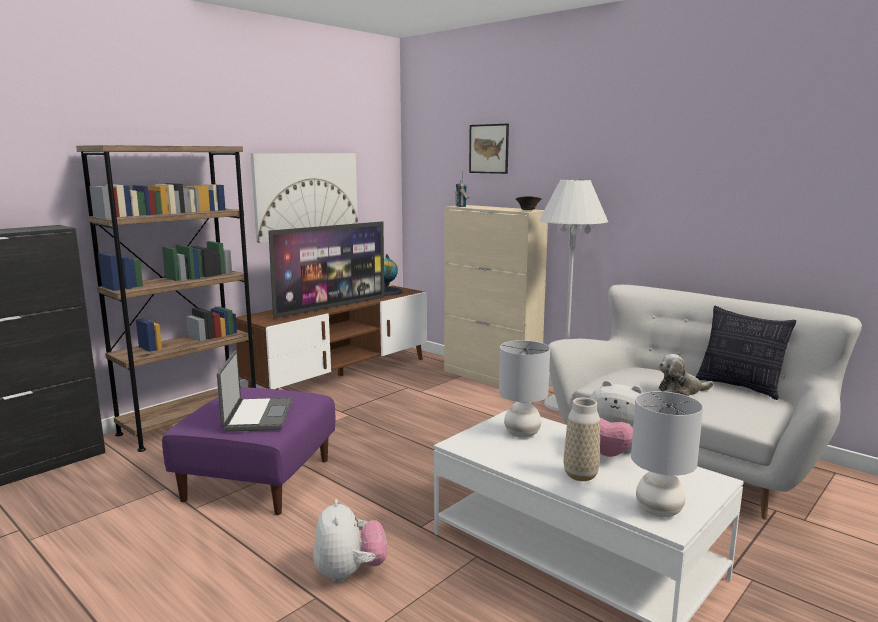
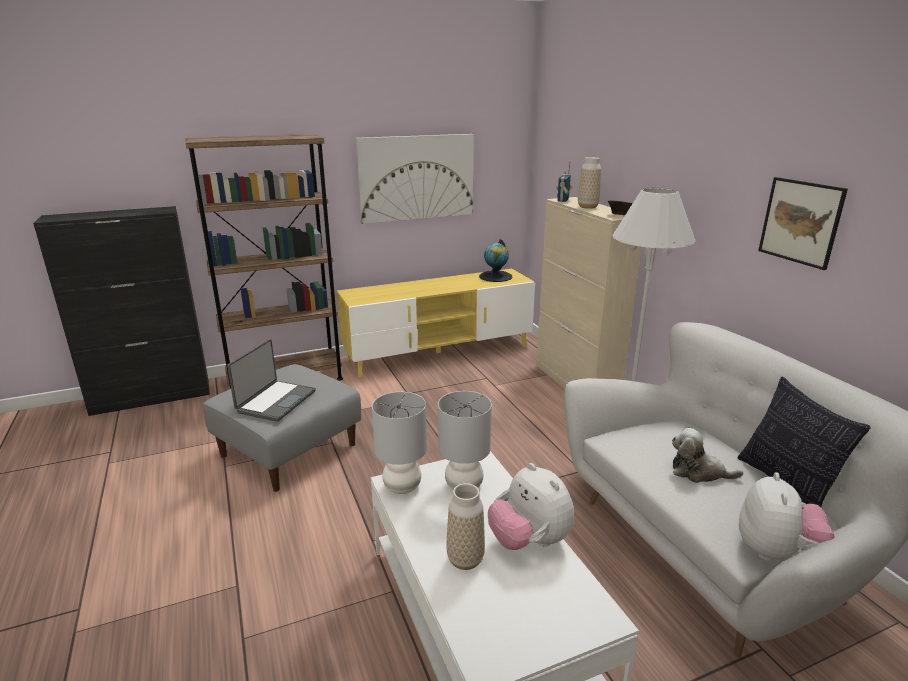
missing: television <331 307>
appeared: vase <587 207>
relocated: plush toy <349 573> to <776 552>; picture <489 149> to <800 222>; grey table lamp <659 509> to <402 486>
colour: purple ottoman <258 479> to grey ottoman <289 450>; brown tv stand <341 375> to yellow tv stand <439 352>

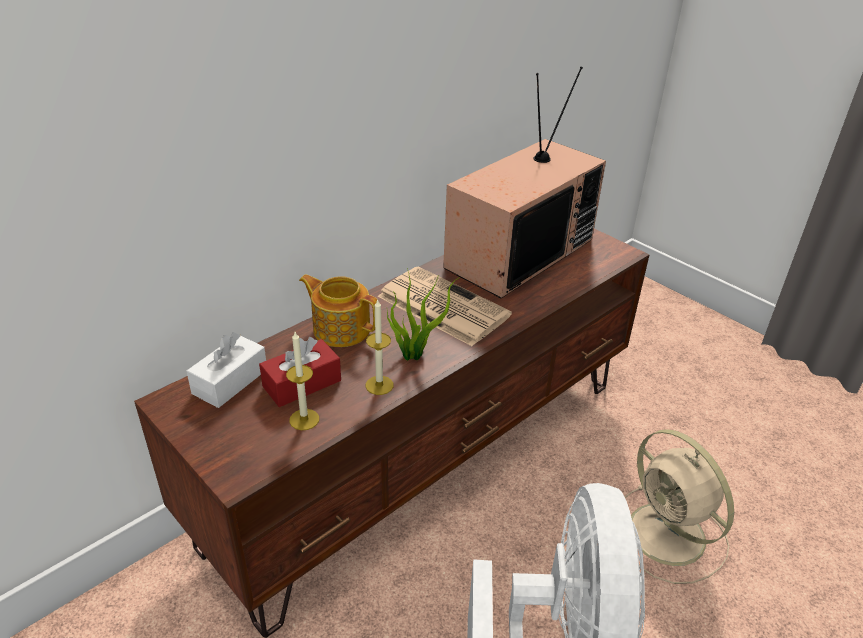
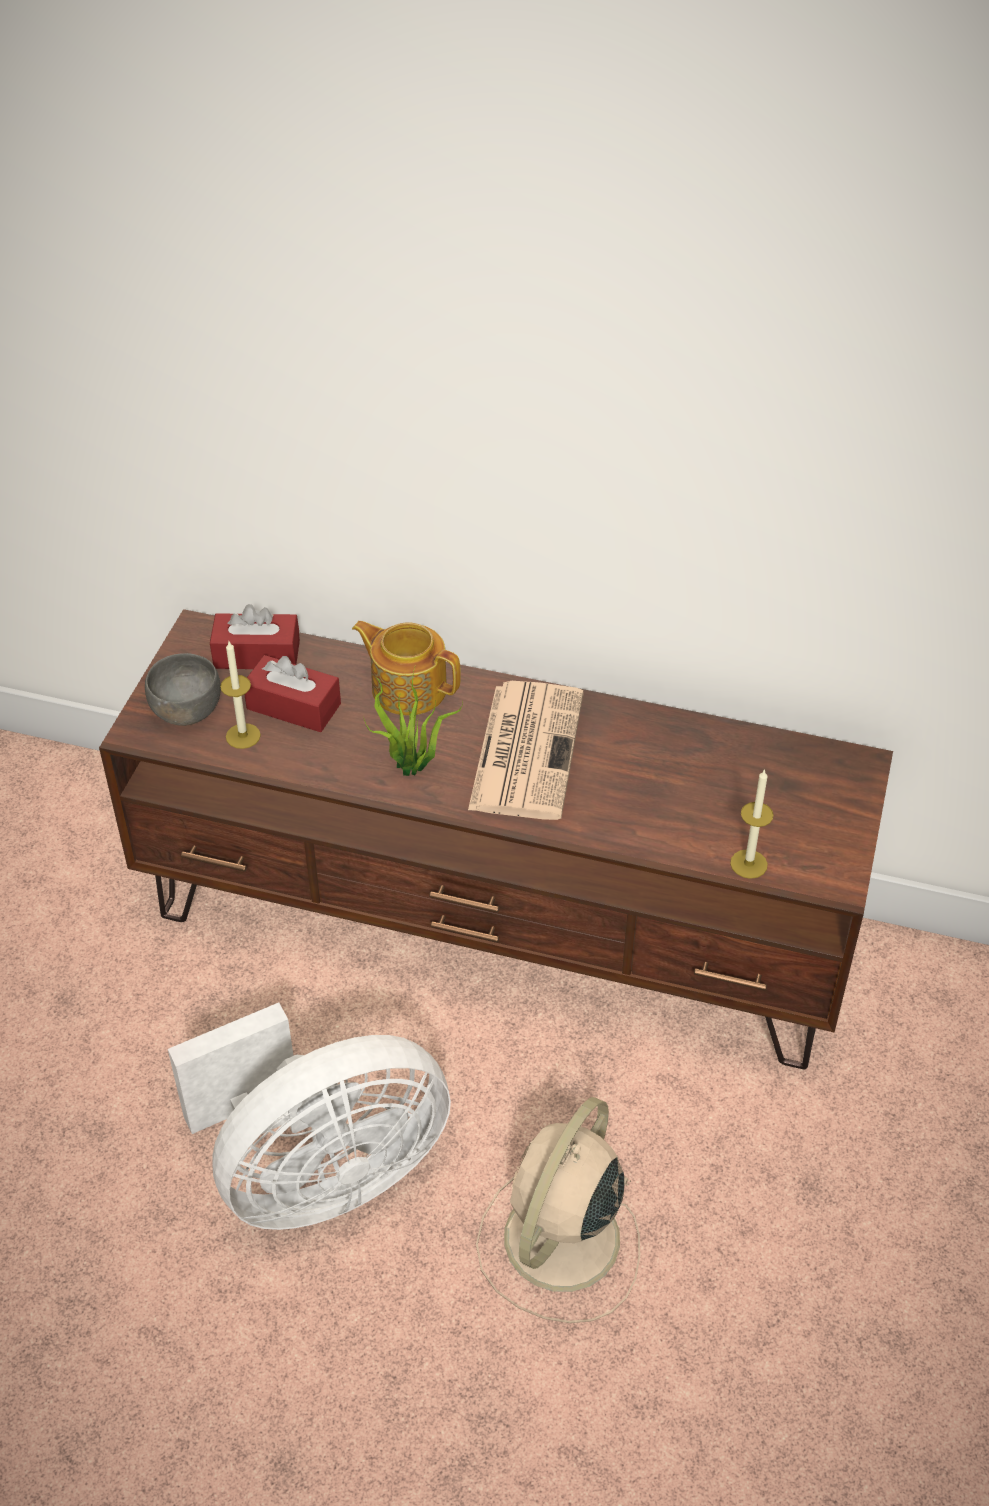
missing: television <518 252>
appeared: grey bowl <186 710>
relocated: candle <379 385> to <748 864>
colour: white tissue box <230 381> to red tissue box <257 654>
spun: teapot <341 328> = <408 688> 60 degrees counterclockwise

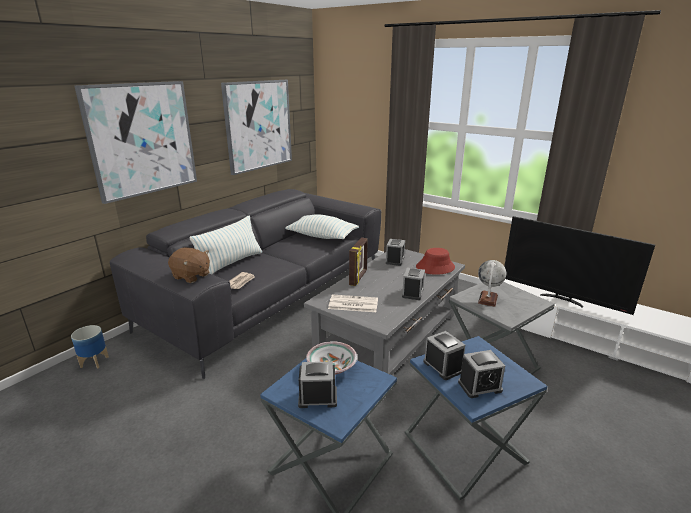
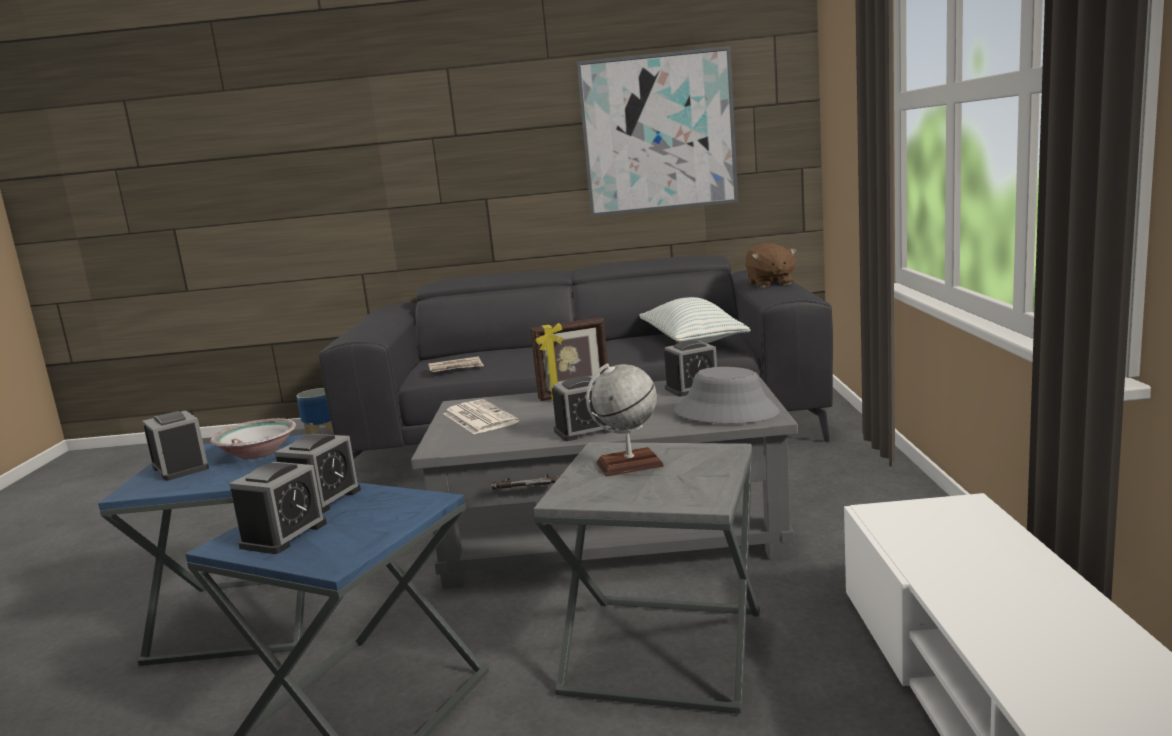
missing: picture <142 139>; pillow <231 263>; television <562 299>
relocated: brown plush toy <191 276> to <770 283>
colour: red hat <435 267> to grey hat <726 412>
spun: alarm clock <479 386> = <284 535> 105 degrees counterclockwise

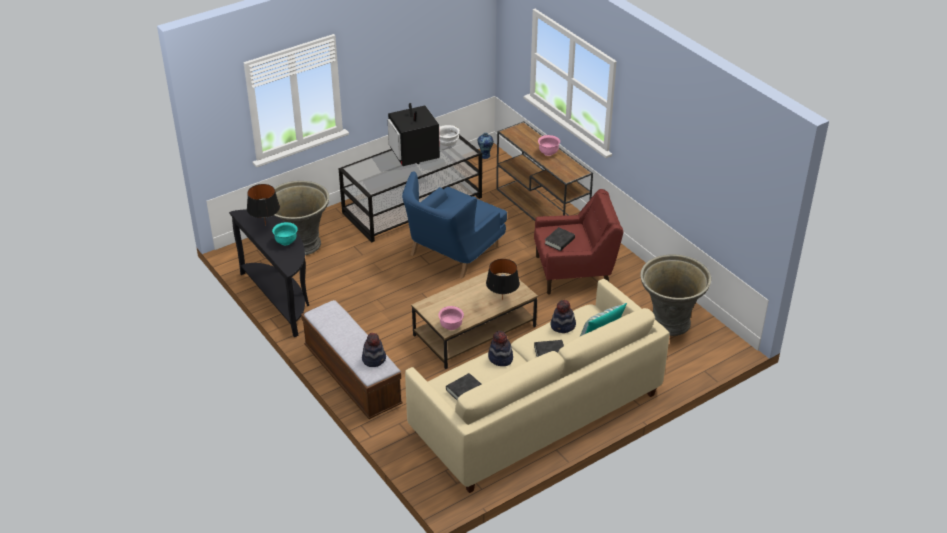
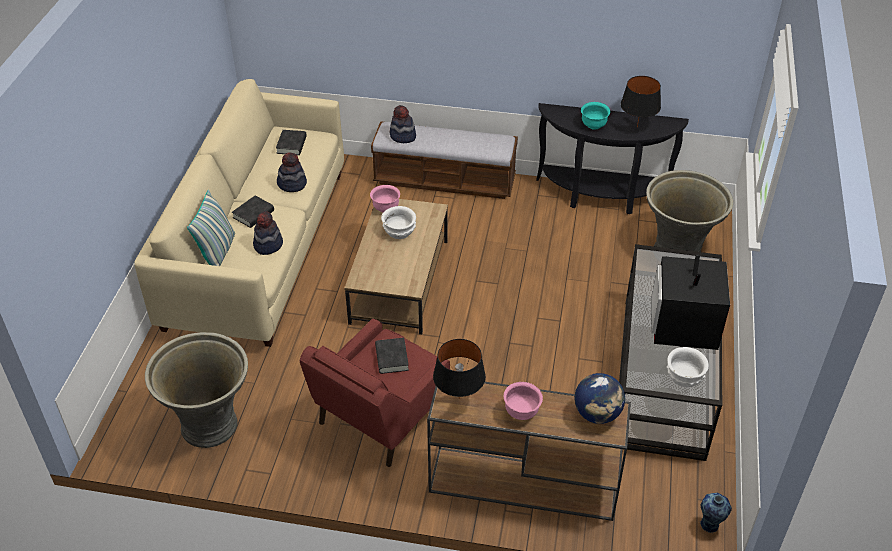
missing: blue armchair <452 251>
appeared: white bowl <400 231>; globe <597 414>
relocated: black table lamp <502 300> to <459 398>
spun: television <414 155> = <684 329> 105 degrees counterclockwise

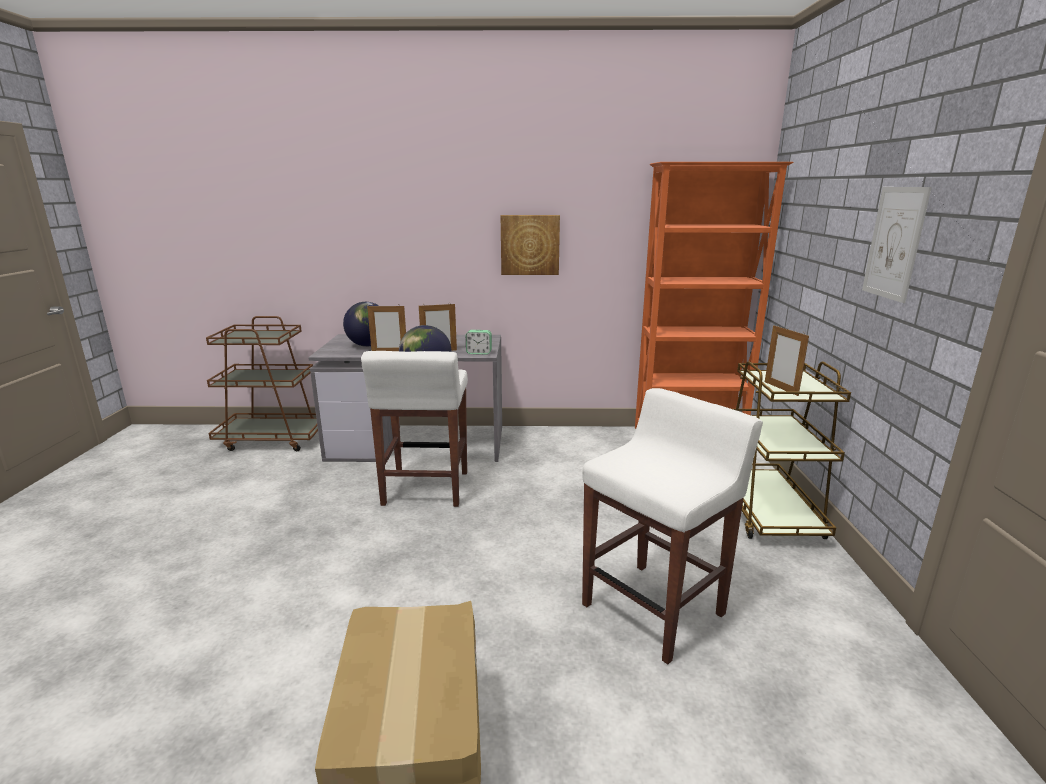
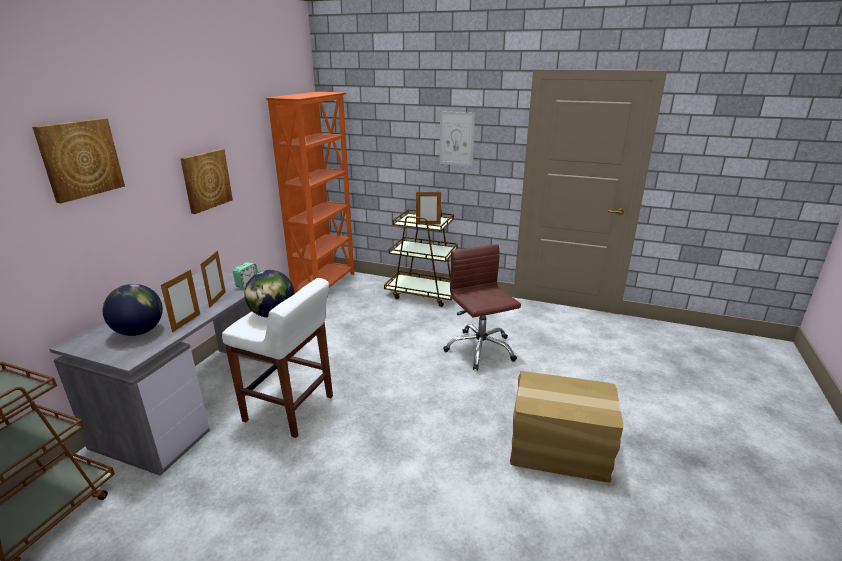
appeared: picture <80 159>
exchanged: white stool <654 609> to brown office chair <480 349>

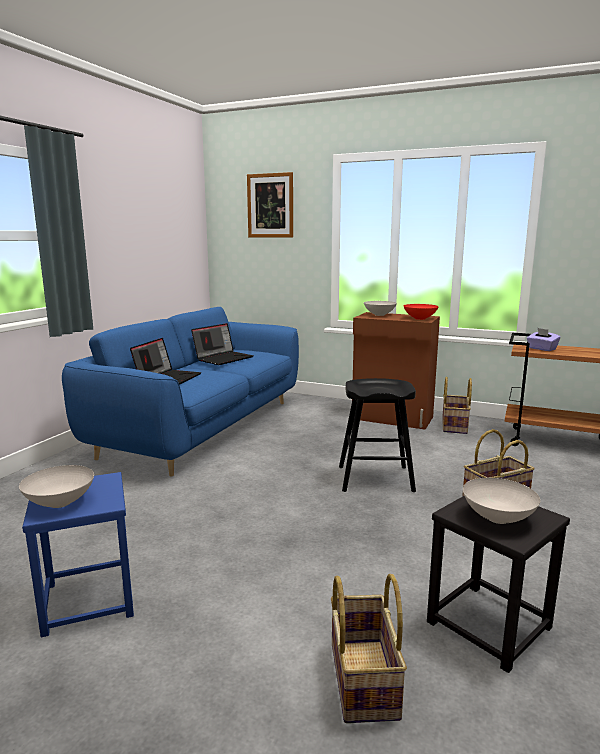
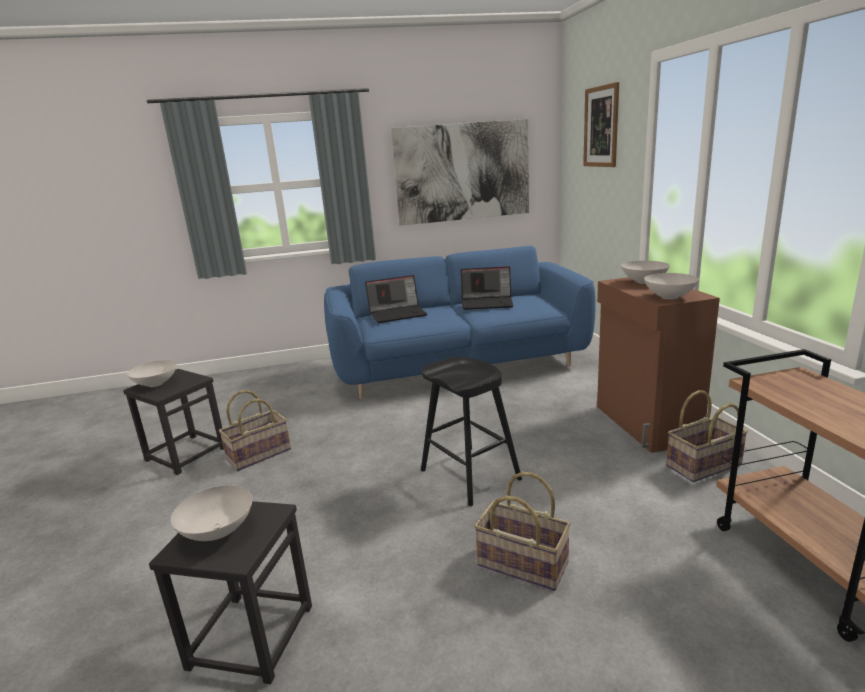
missing: purple tissue box <541 349>
appeared: picture <462 172>
relocated: basket <361 679> to <259 454>
colour: blue stool <87 599> to black stool <186 454>; red bowl <419 318> to white bowl <669 297>

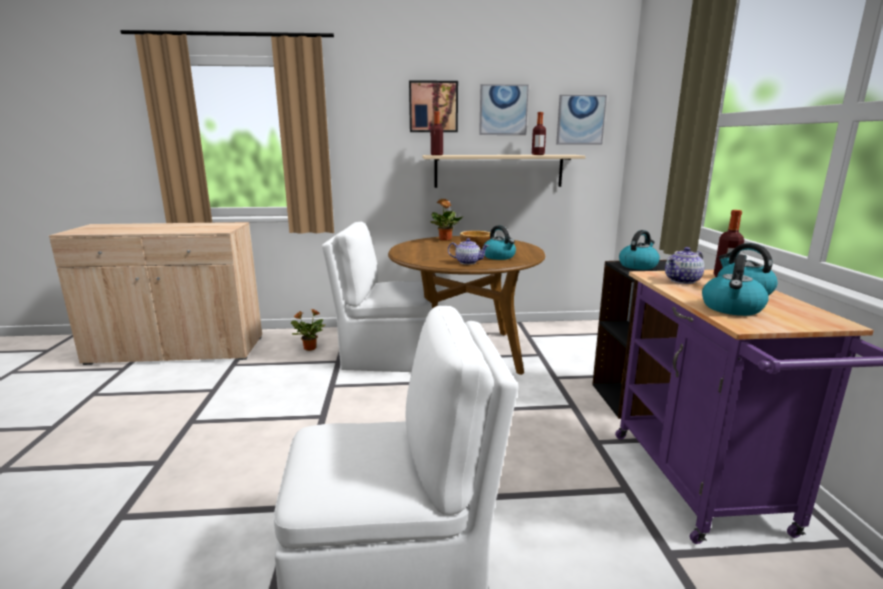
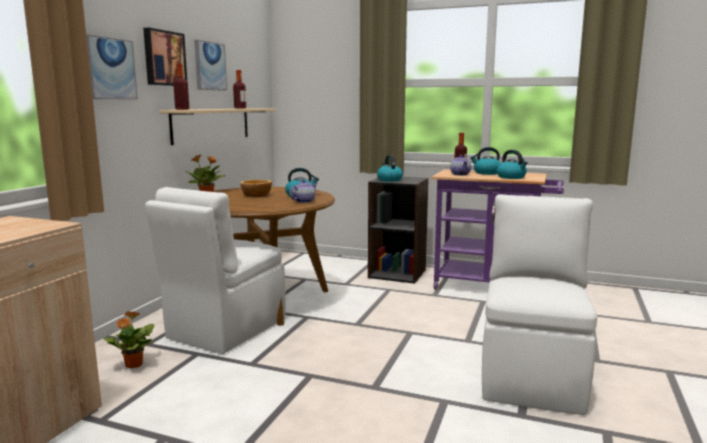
relocated: picture <580 120> to <110 69>

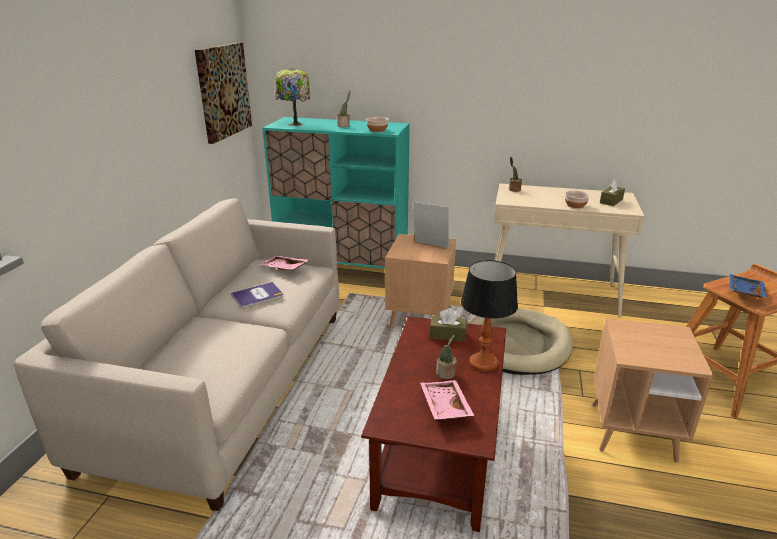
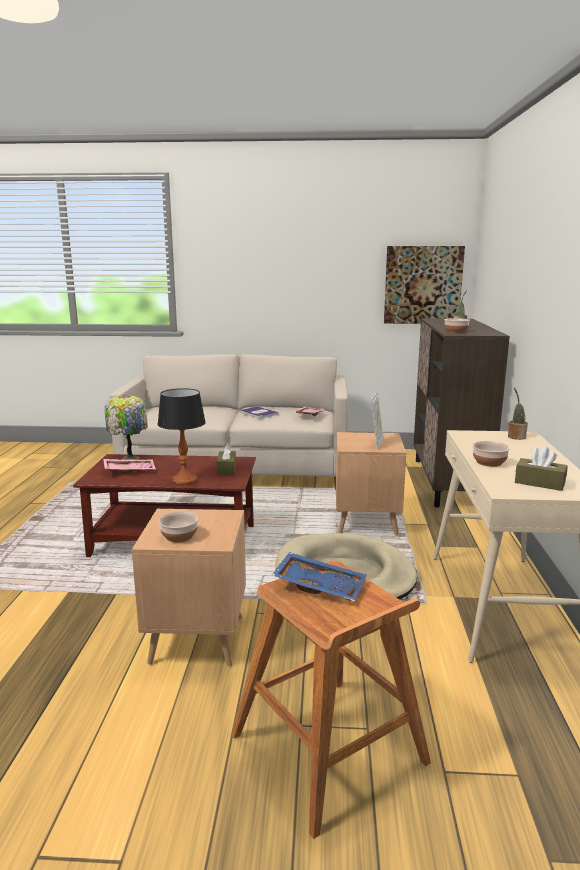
missing: potted plant <446 374>
appeared: bowl <179 536>
relocated: table lamp <294 124> to <129 458>
colour: turquoise cabinet <343 267> to brown cabinet <448 482>

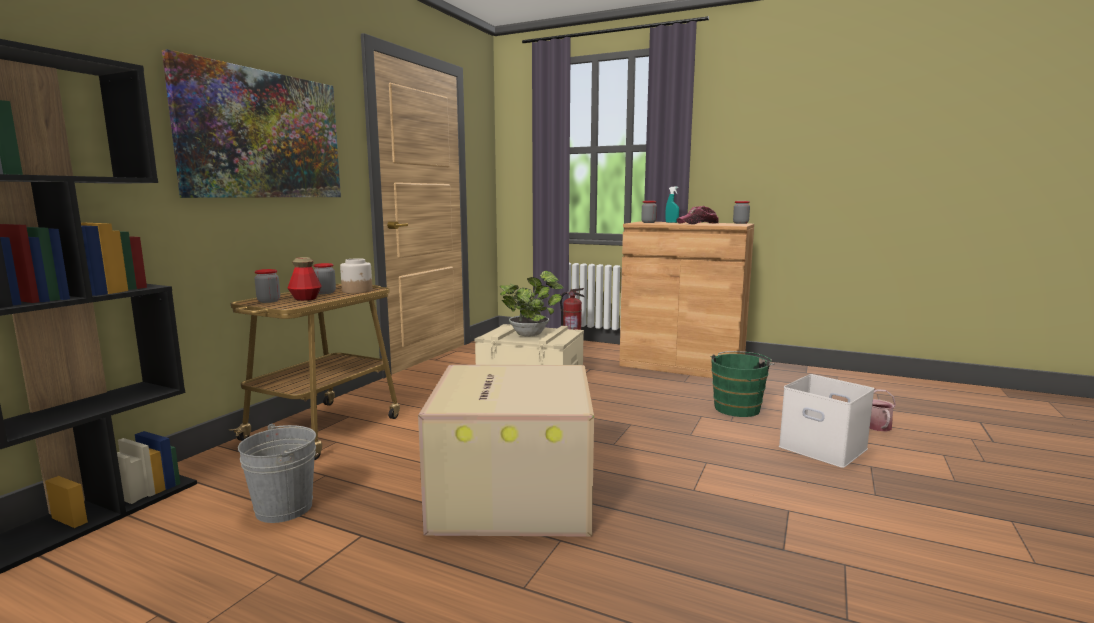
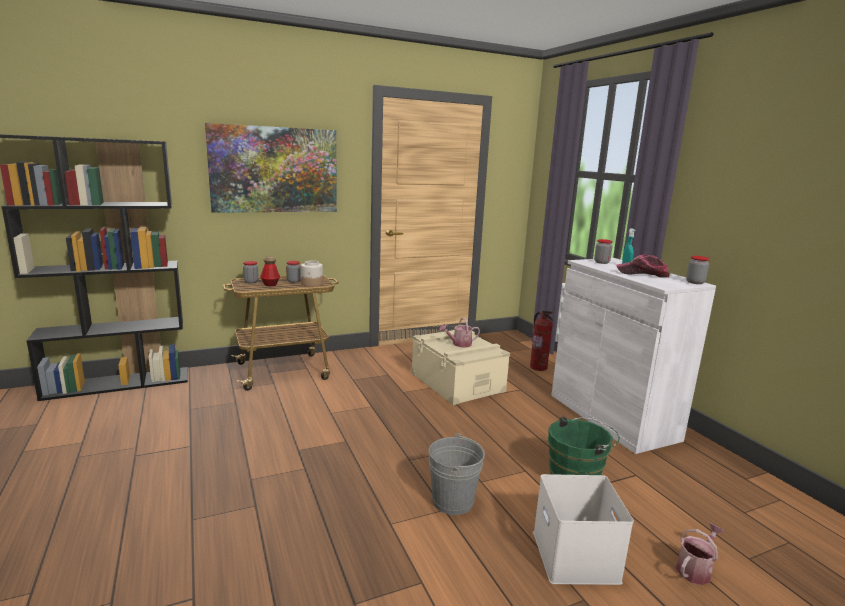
missing: cardboard box <511 492>
relocated: grey bucket <284 508> to <452 501>
exchanged: potted plant <531 334> to watering can <459 344>
colour: brown cabinet <682 365> to white cabinet <612 417>

